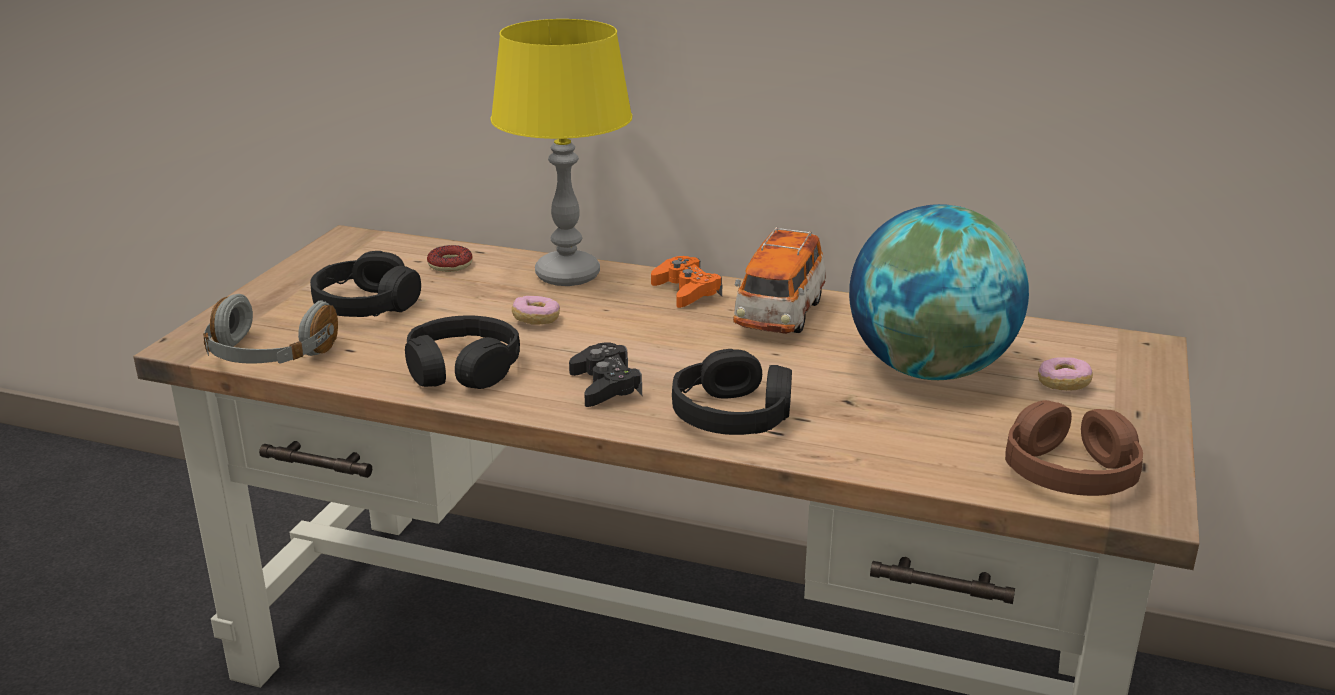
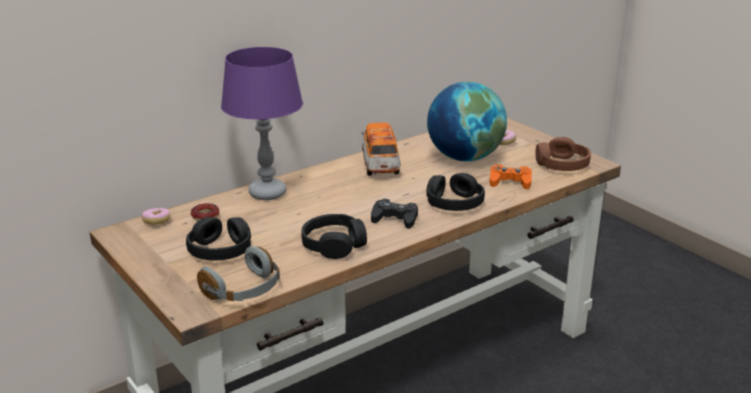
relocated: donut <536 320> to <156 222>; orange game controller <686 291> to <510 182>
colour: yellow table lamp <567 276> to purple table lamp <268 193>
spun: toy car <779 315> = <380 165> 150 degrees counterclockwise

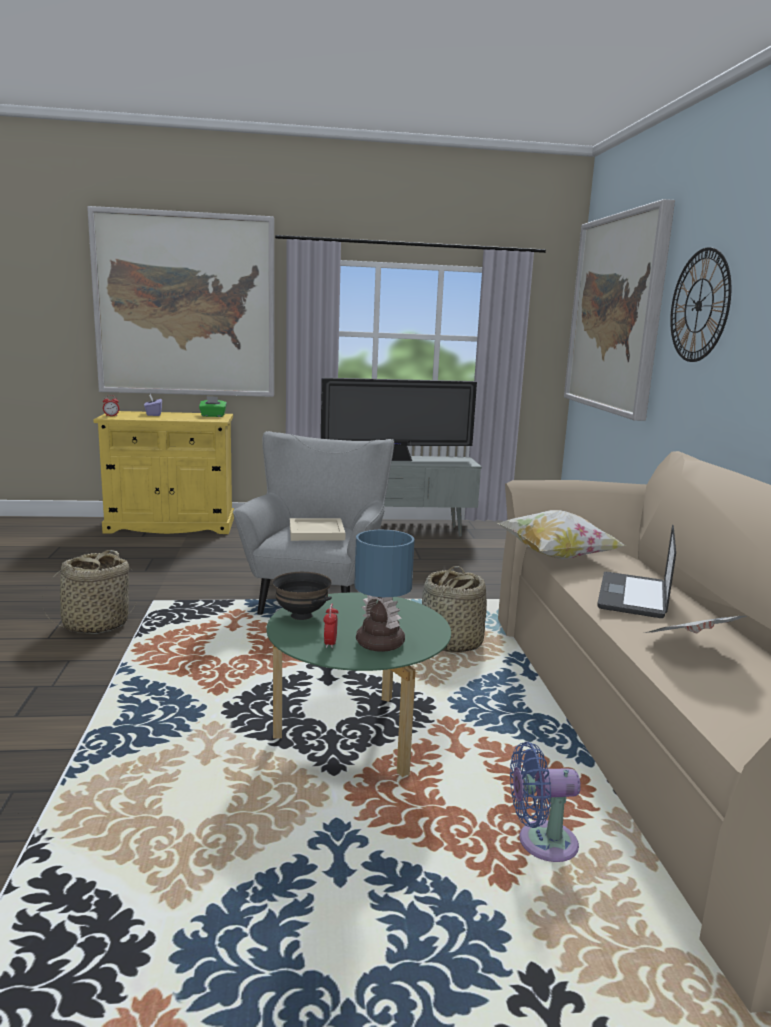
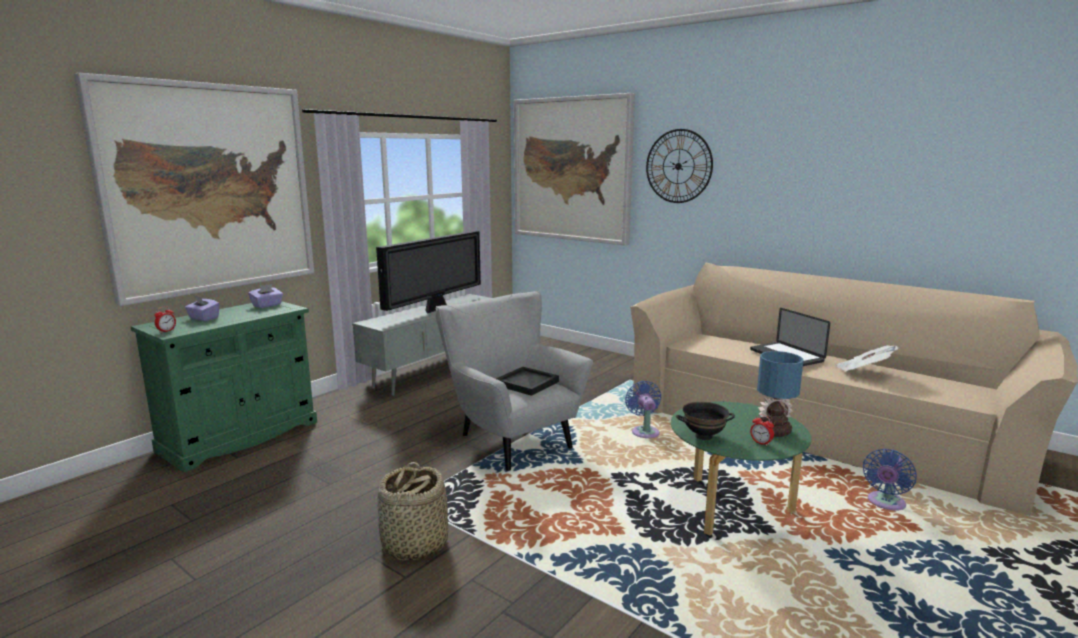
missing: pillow <556 556>
exchanged: basket <450 643> to blue fan <644 431>
colour: yellow cabinet <171 525> to green cabinet <240 436>; green tissue box <213 416> to purple tissue box <267 305>; beige tray <315 532> to black tray <527 383>

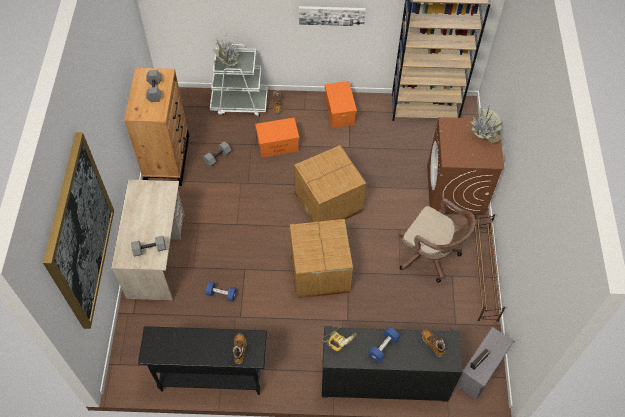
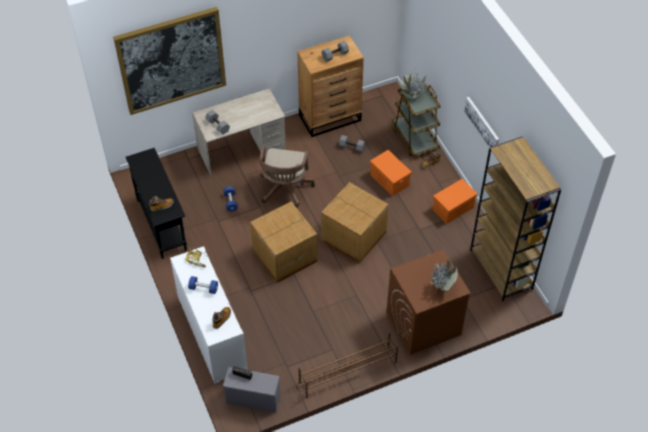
relocated: brown office chair <430 255> to <285 190>
colour: white cart <239 103> to brown cart <415 138>; black cabinet <384 379> to white cabinet <212 333>

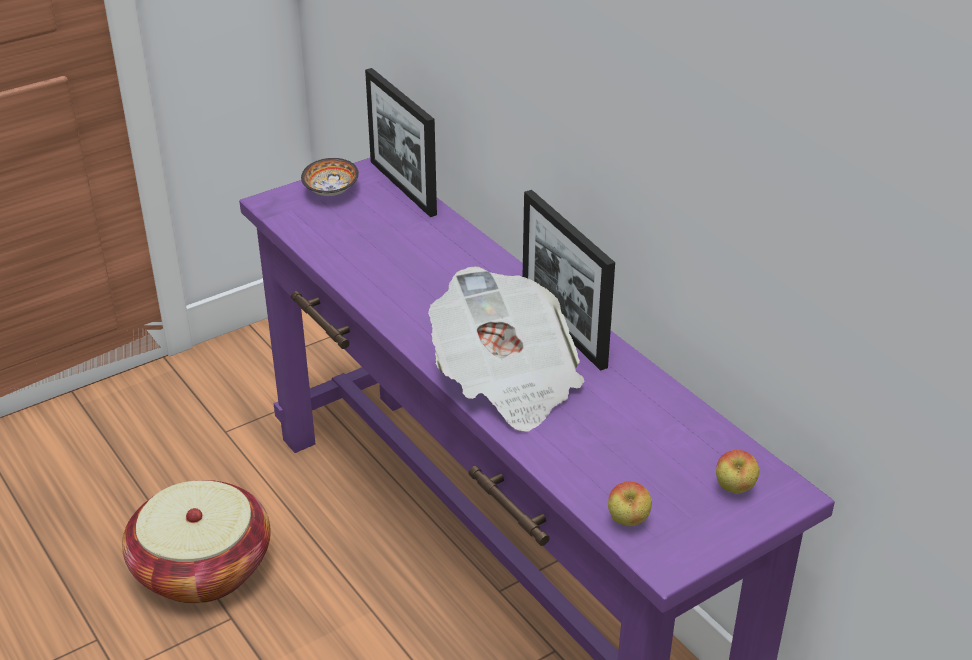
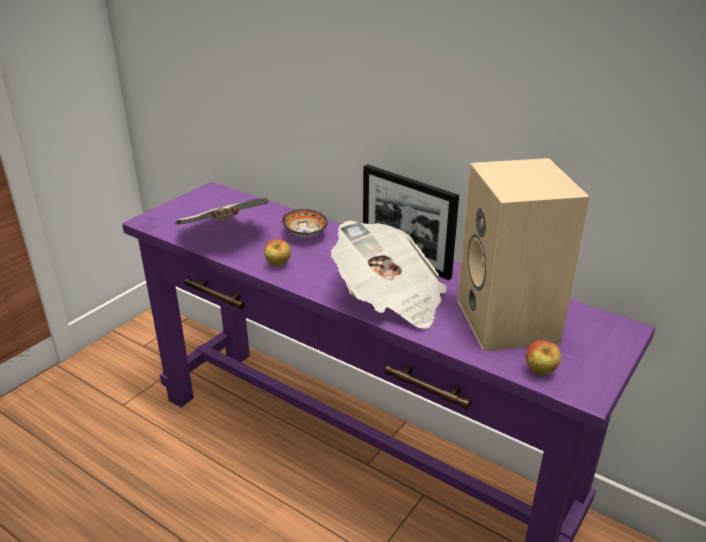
missing: basket <202 568>; picture frame <402 187>
appeared: newspaper <224 236>; beige speaker <509 322>
relocated: bowl <329 192> to <304 235>; apple <734 489> to <278 265>

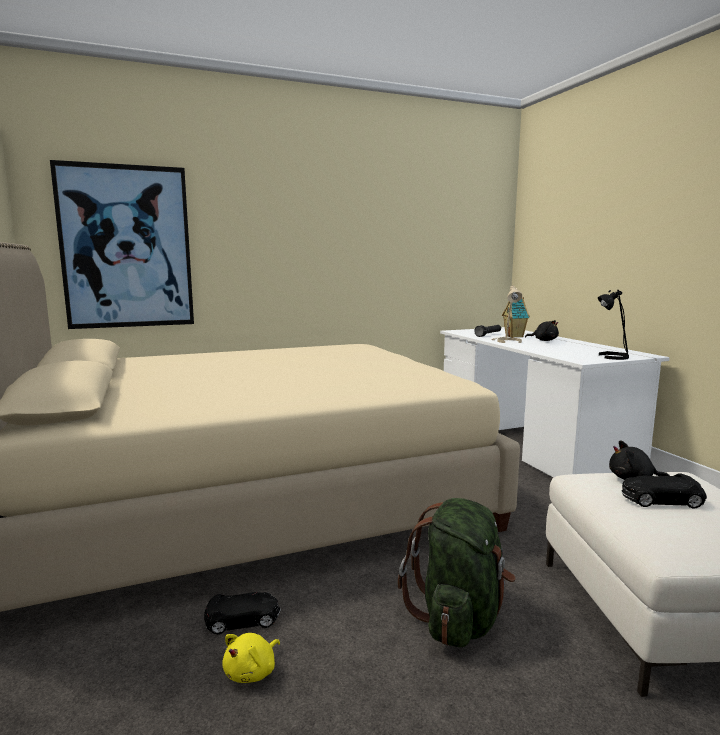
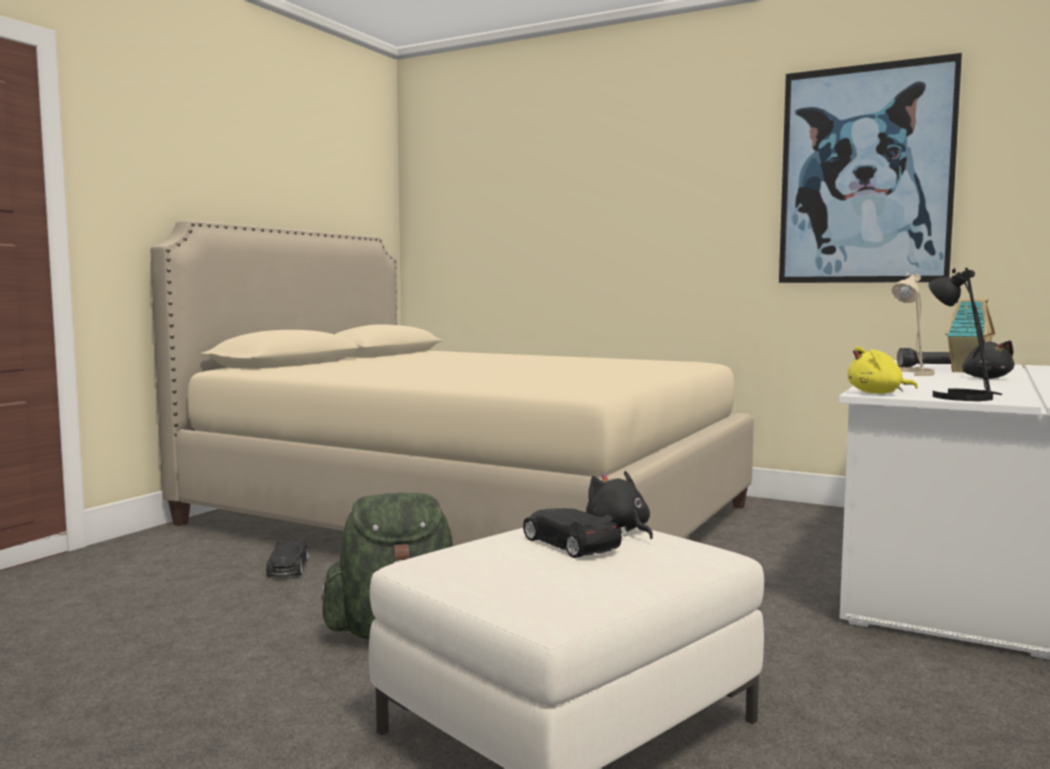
relocated: picture <127 247> to <865 175>; yellow plush toy <252 672> to <878 393>
spun: black toy car <243 619> = <288 568> 45 degrees clockwise

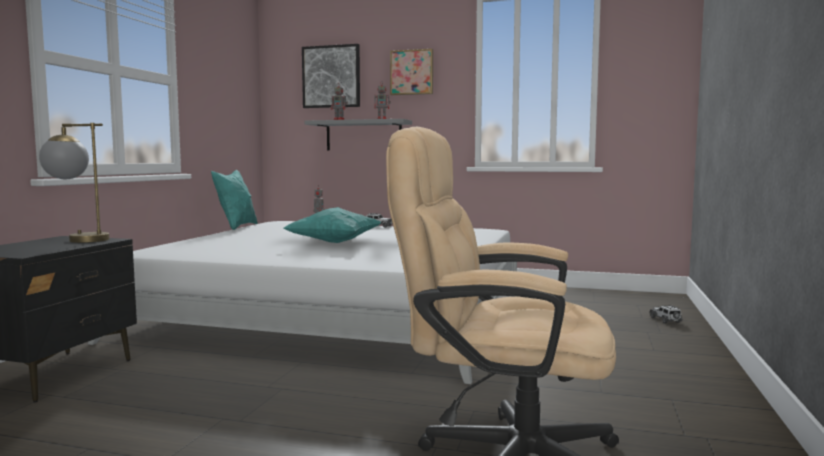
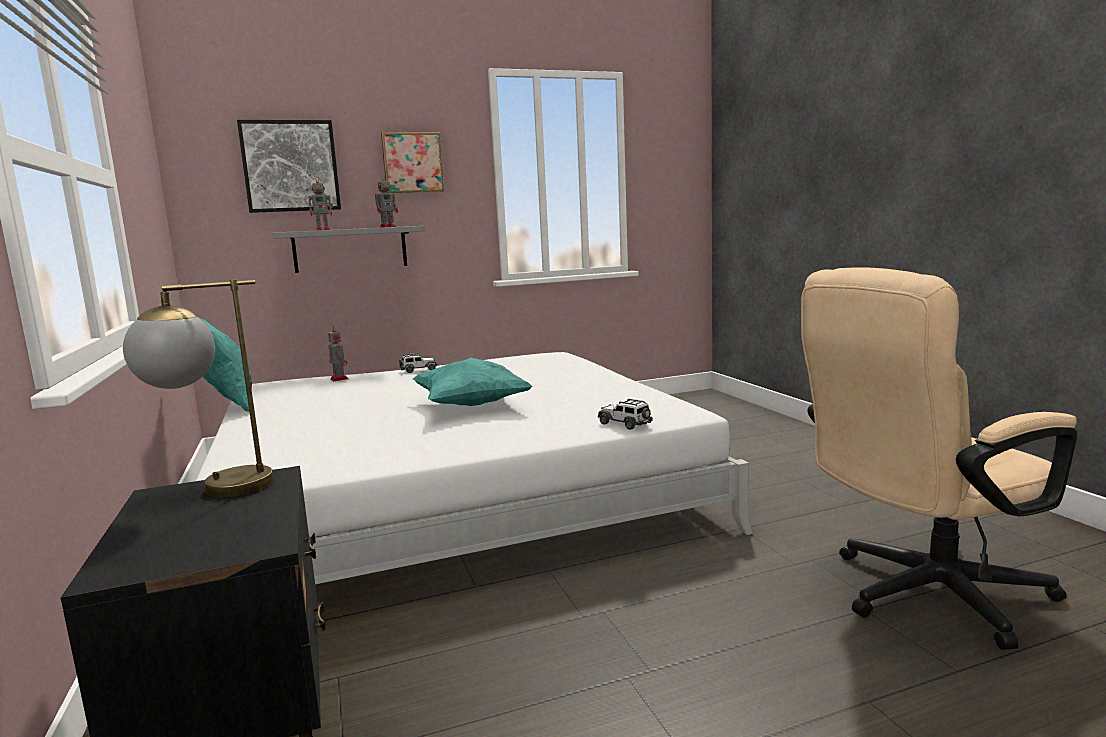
relocated: toy car <665 320> to <625 424>

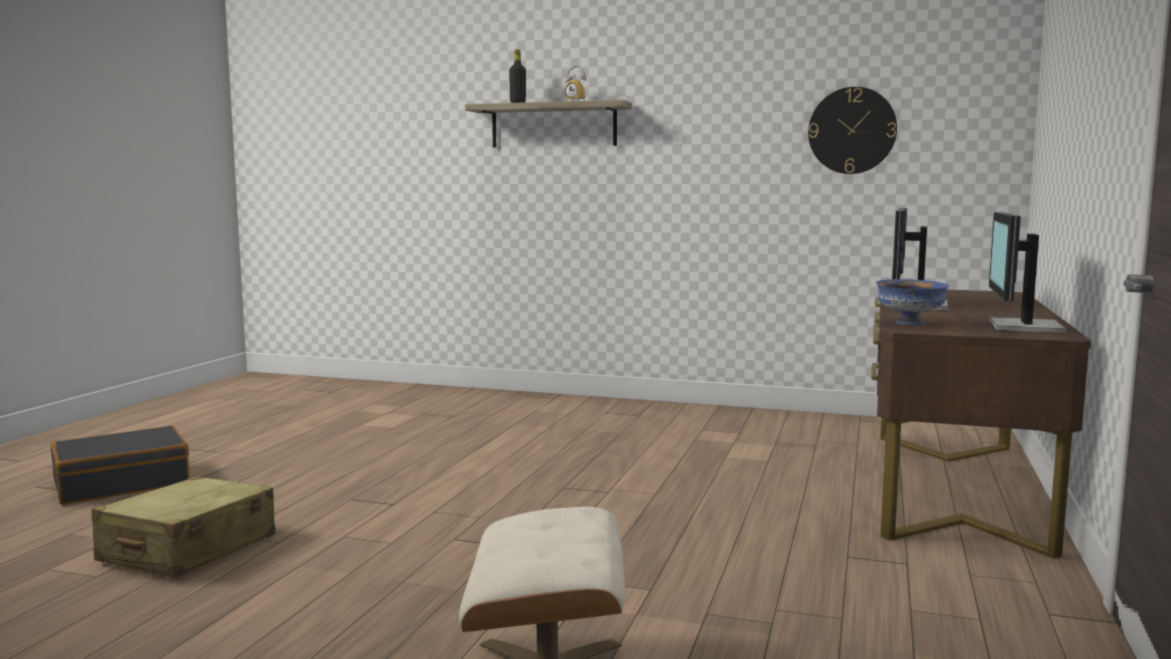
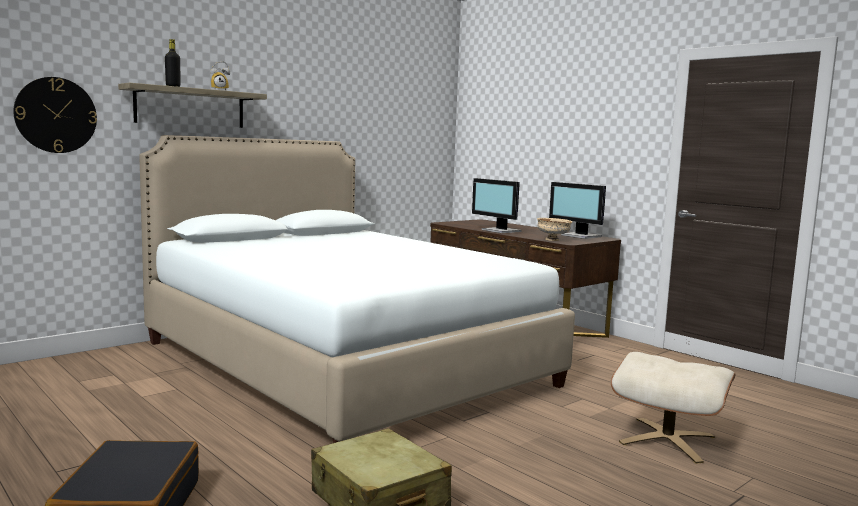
appeared: white bed <343 363>
relocated: wall clock <852 130> to <56 115>
colour: blue bowl <910 323> to beige bowl <553 240>

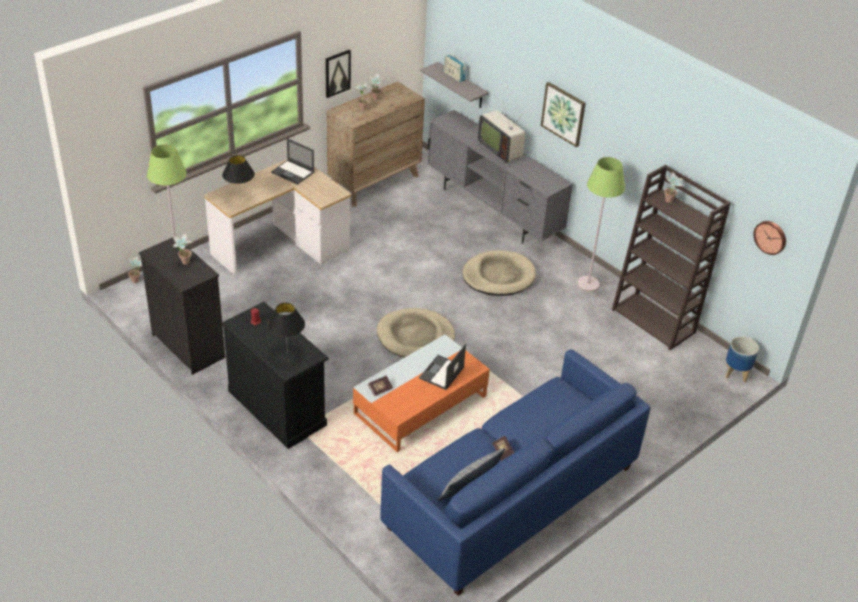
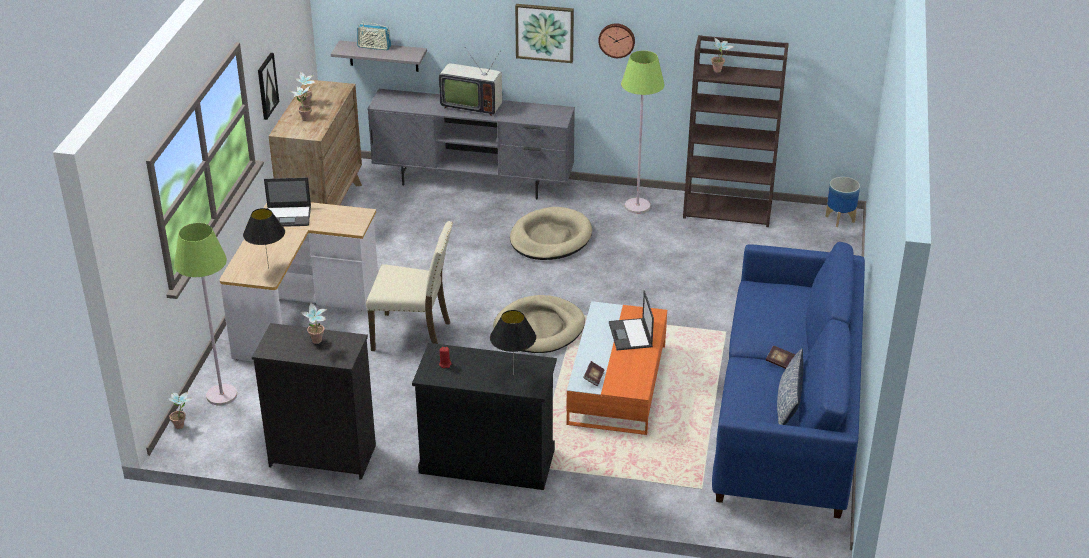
appeared: beige chair <413 335>
relocated: wall clock <770 237> to <617 39>

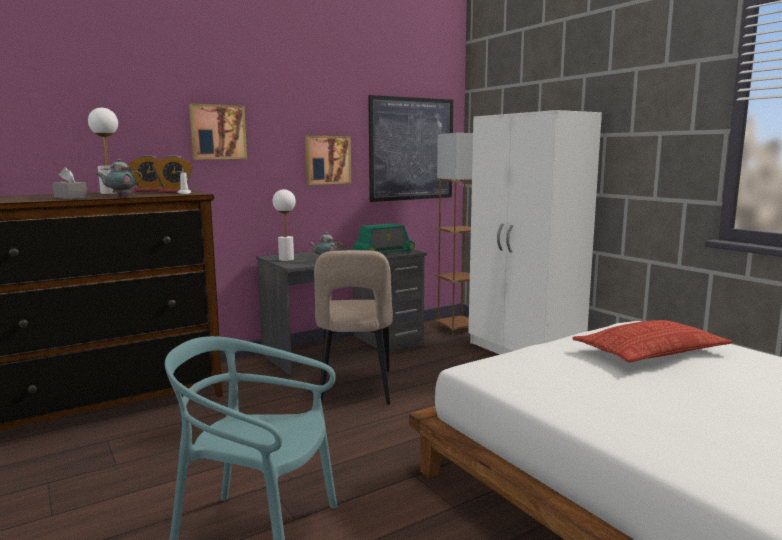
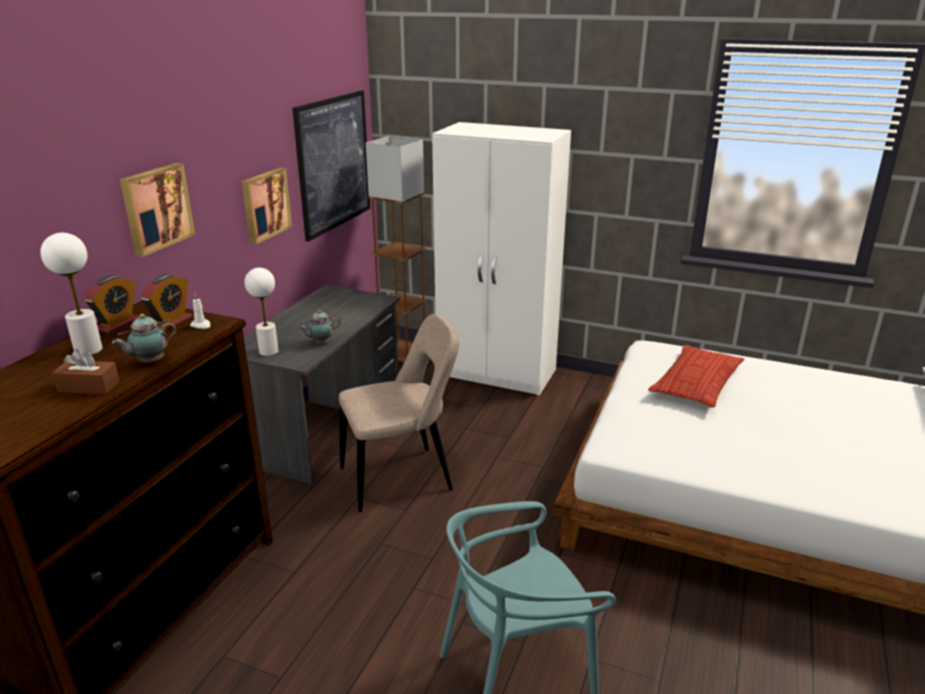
missing: radio <384 252>
colour: grey tissue box <70 197> to brown tissue box <88 386>
spun: beige chair <355 390> = <401 478> 75 degrees counterclockwise

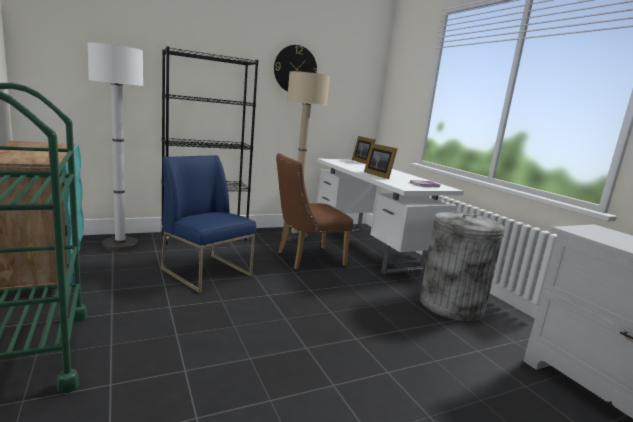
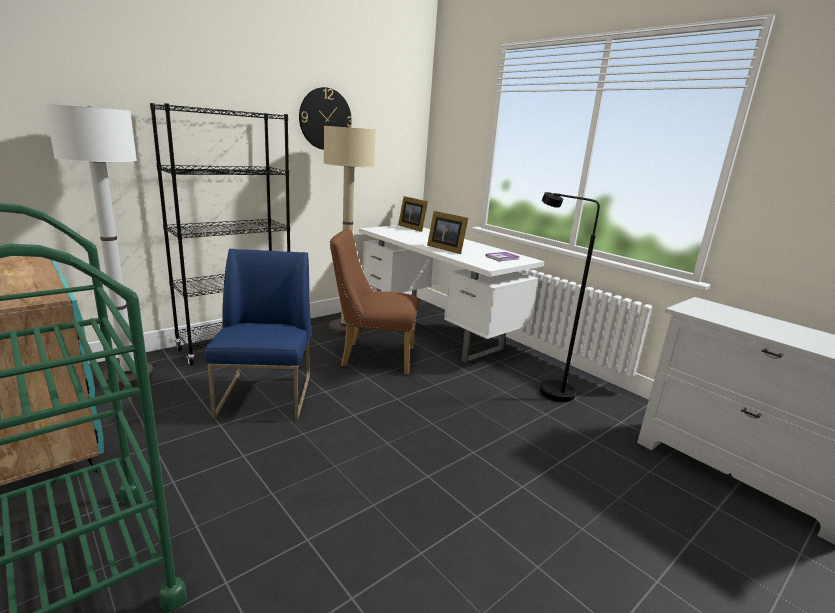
exchanged: grey trash can <451 305> to black floor lamp <547 389>
spun: blue chair <207 272> = <266 397> 60 degrees clockwise; brown chair <305 259> = <372 357> 45 degrees clockwise

